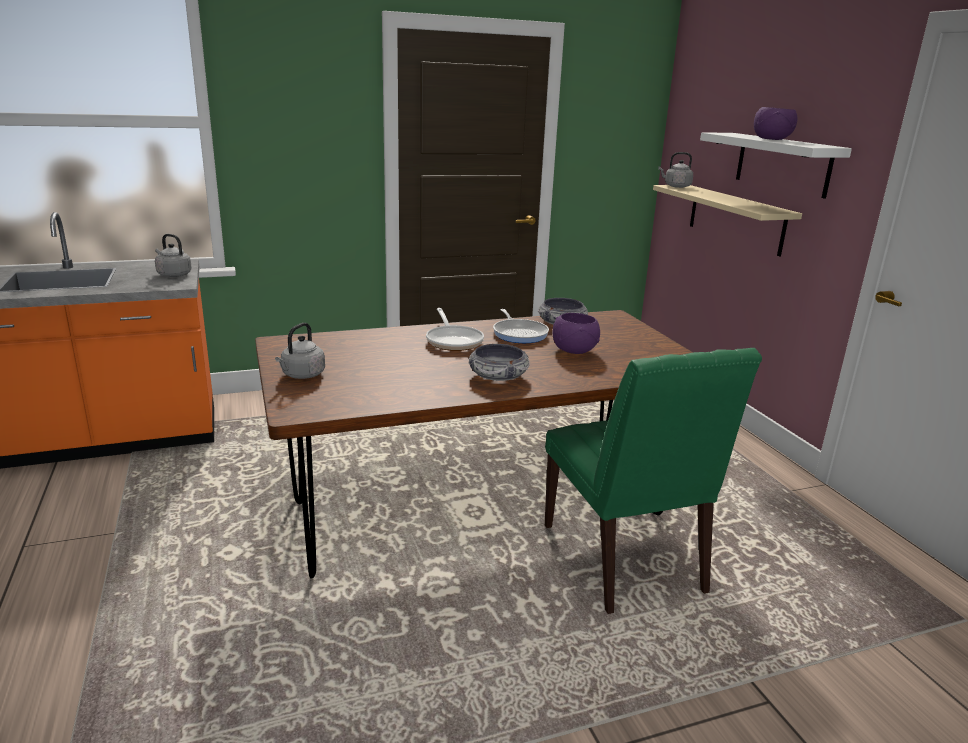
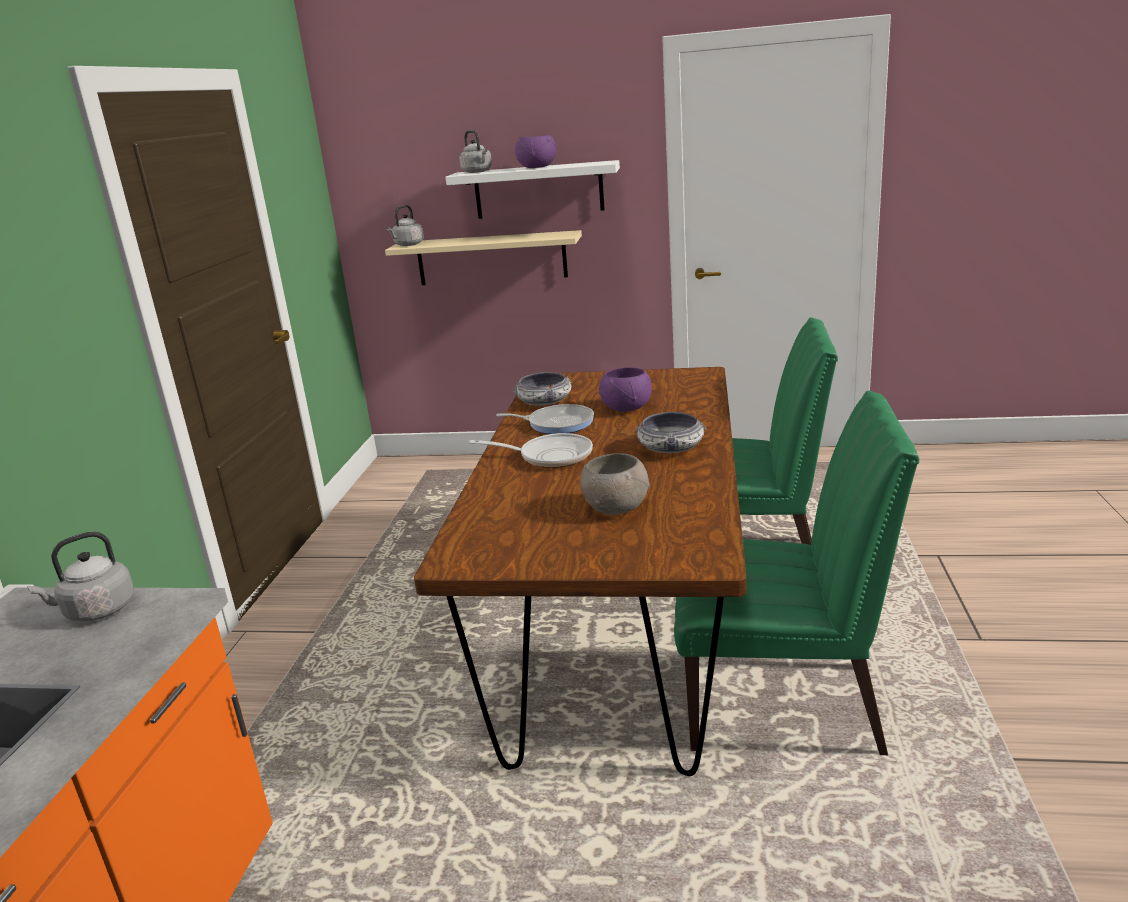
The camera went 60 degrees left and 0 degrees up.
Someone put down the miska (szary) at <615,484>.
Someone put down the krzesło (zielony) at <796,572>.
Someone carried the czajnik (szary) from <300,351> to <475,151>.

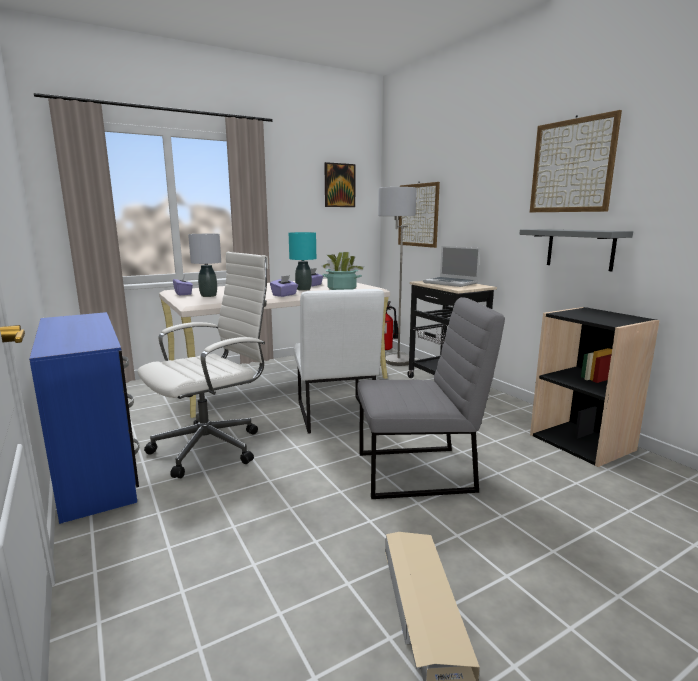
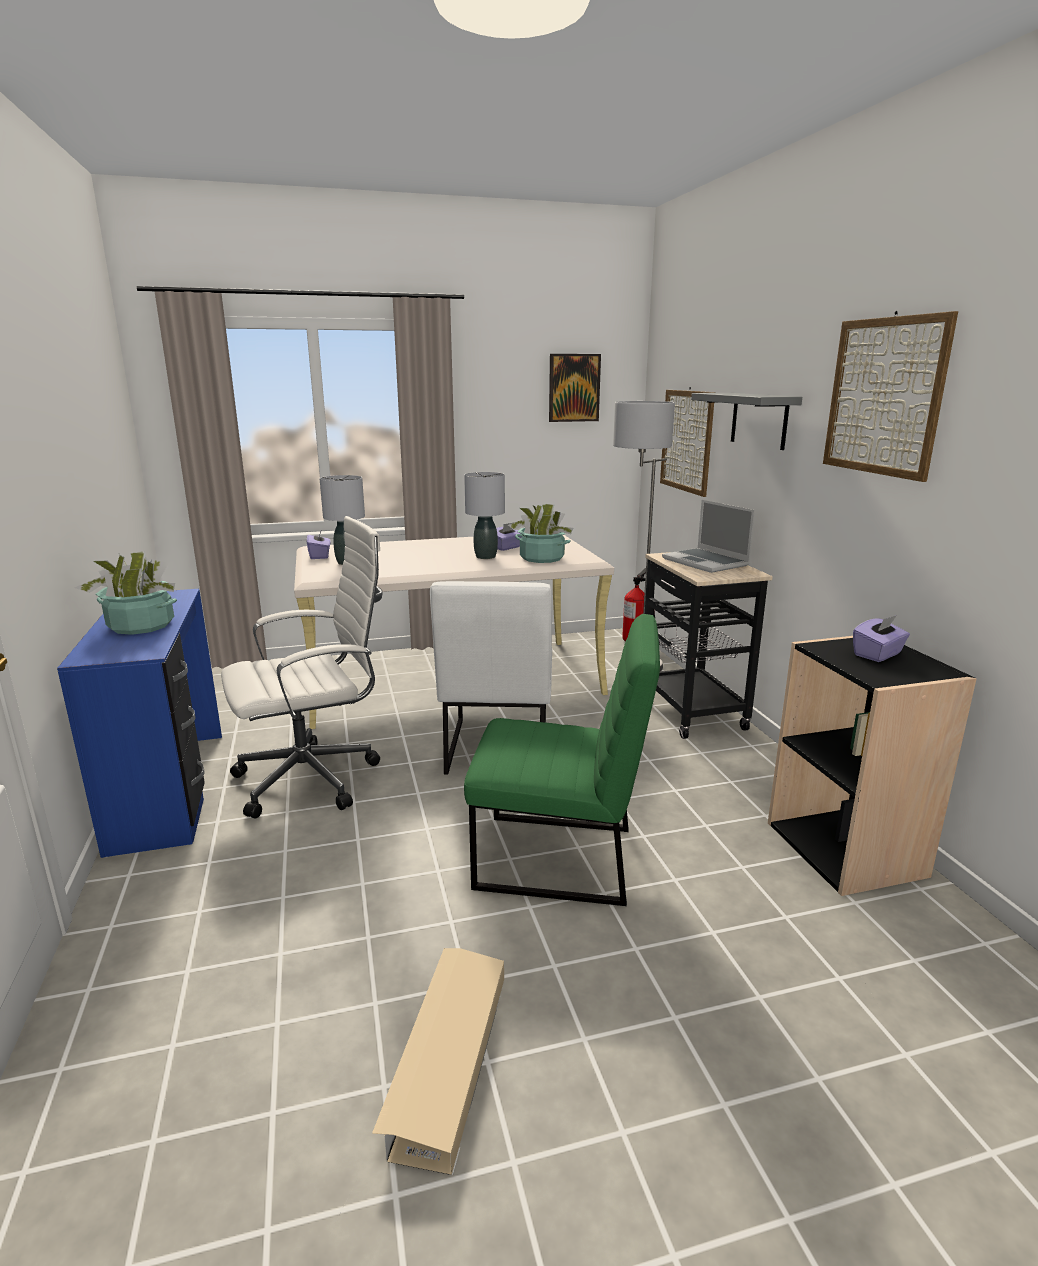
The camera went 15 degrees right and 5 degrees up.
Someone put down the roślina doniczkowa at <126,593>.
Someone carried the pudełko chusteczek (fioletowy) from <284,286> to <881,638>.
Someone carried the półka (szary) from <576,250> to <746,421>.
Someone repainted the lampa stołowa (turkusowy) at <302,261>, which became the lampa stołowa (szary) at <484,515>.
Someone repainted the krzesło (szary) at <431,398>, which became the krzesło (zielony) at <562,760>.

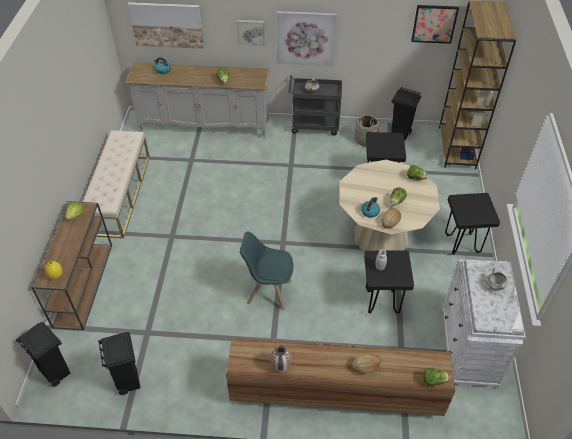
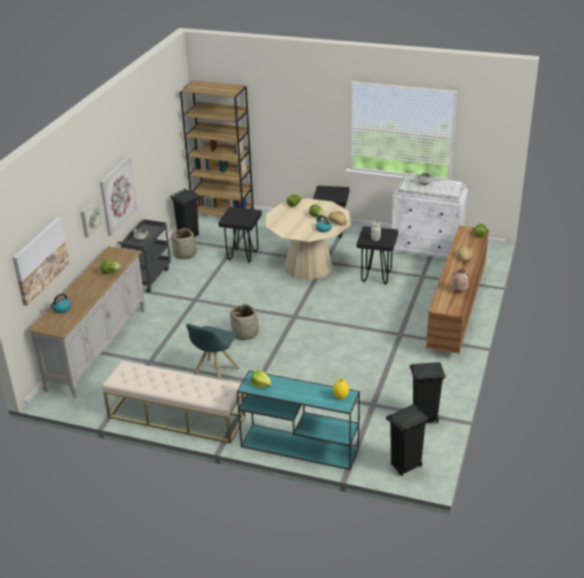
The camera went 75 degrees left and 15 degrees down.
Someone took away the obraz at <435,24>.
Someone put down the koszyk at <246,322>.
Someone carried the krzesło (turkusowy) from <266,271> to <213,351>.
Someone repainted the stolik konsolowy (brązowy) at <71,265>, which became the stolik konsolowy (turkusowy) at <298,420>.

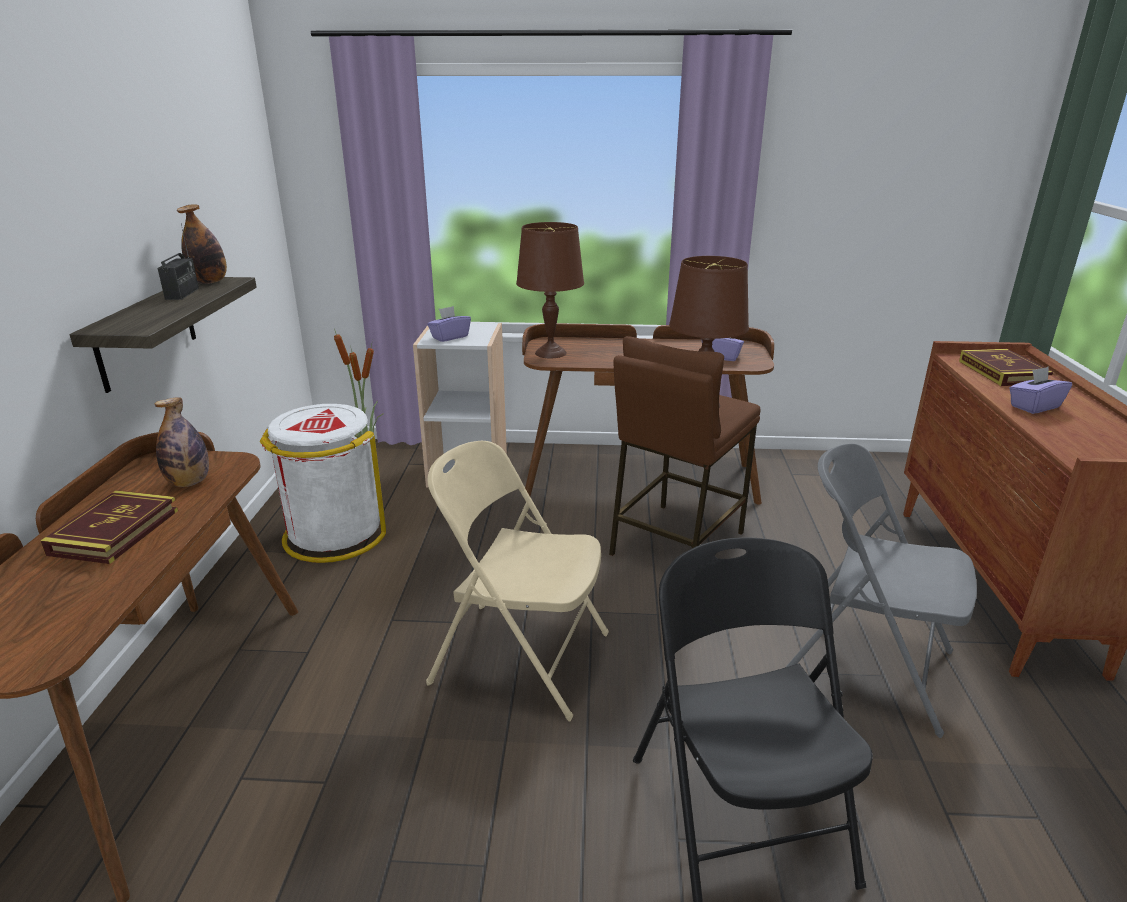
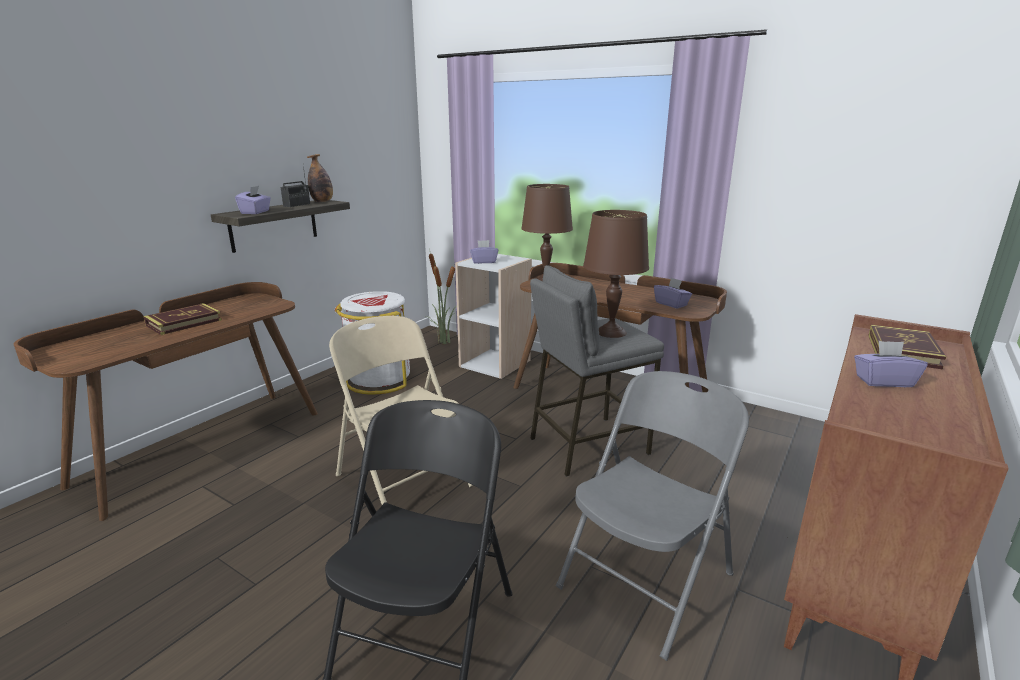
The camera went 30 degrees right and 5 degrees down.
Someone took away the butelka at <181,442>.
Someone put down the pudełko chusteczek (fioletowy) at <253,200>.
Someone repainted the stołek (brązowy) at <685,446>, which became the stołek (szary) at <597,371>.
Someone rotated the krzesło (szary) at <881,591> by 75 degrees clockwise.

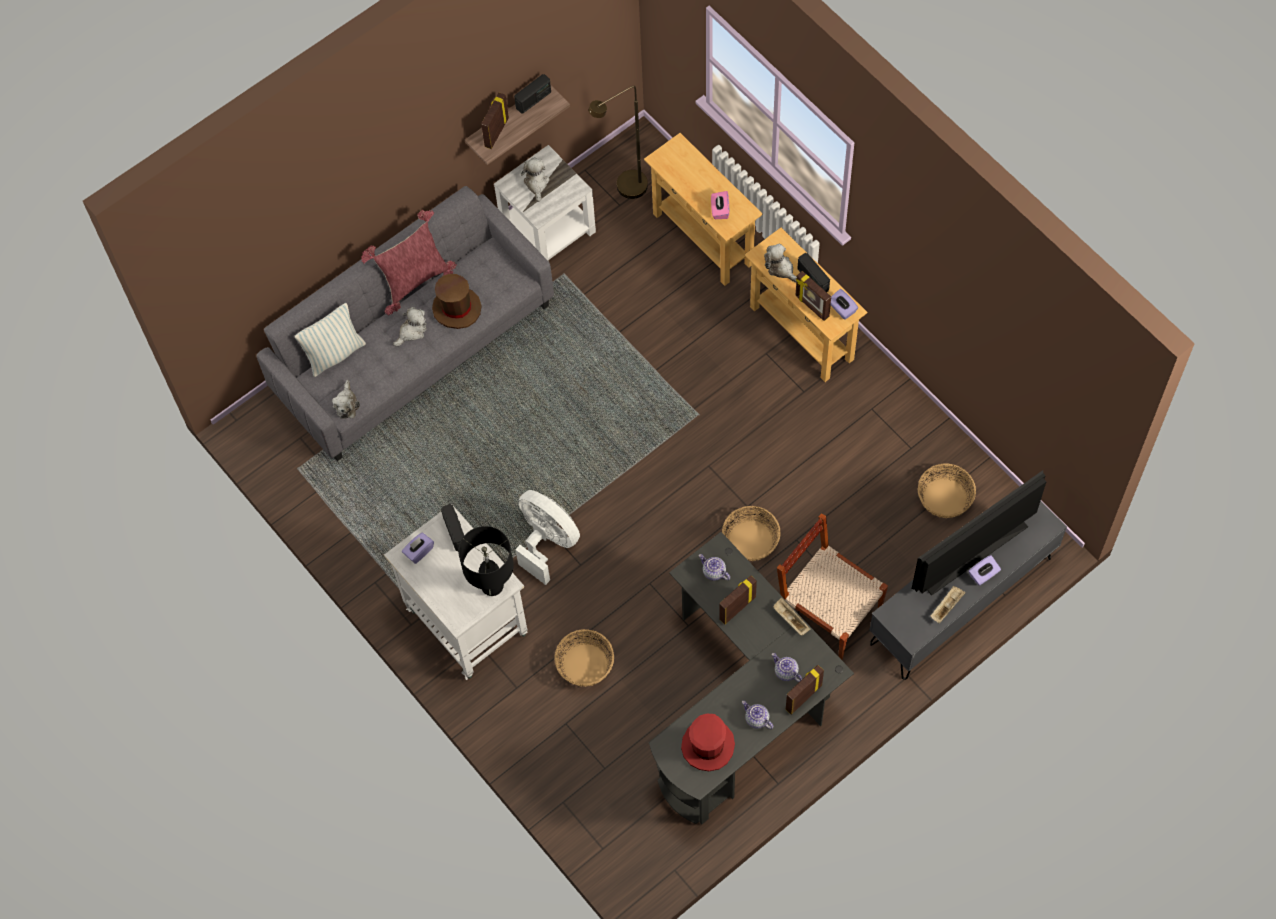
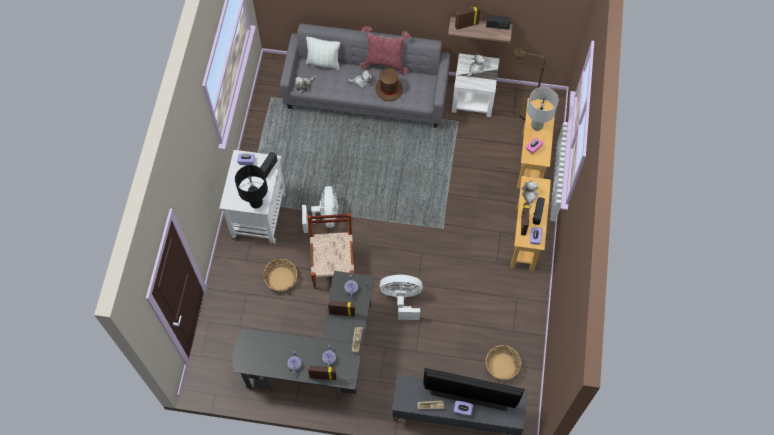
The camera went 45 degrees right and 0 degrees up.
Someone took away the kapelusz (czerwony) at <708,742>.
Someone put down the lampa stołowa (szary) at <542,109>.
Someone carried the krzesło from <832,586> to <330,251>.
Someone swapped the koszyk at <751,533> for the wentylator (biały) at <401,297>.

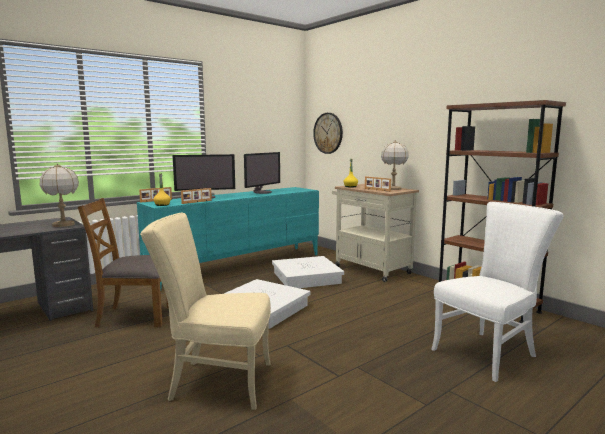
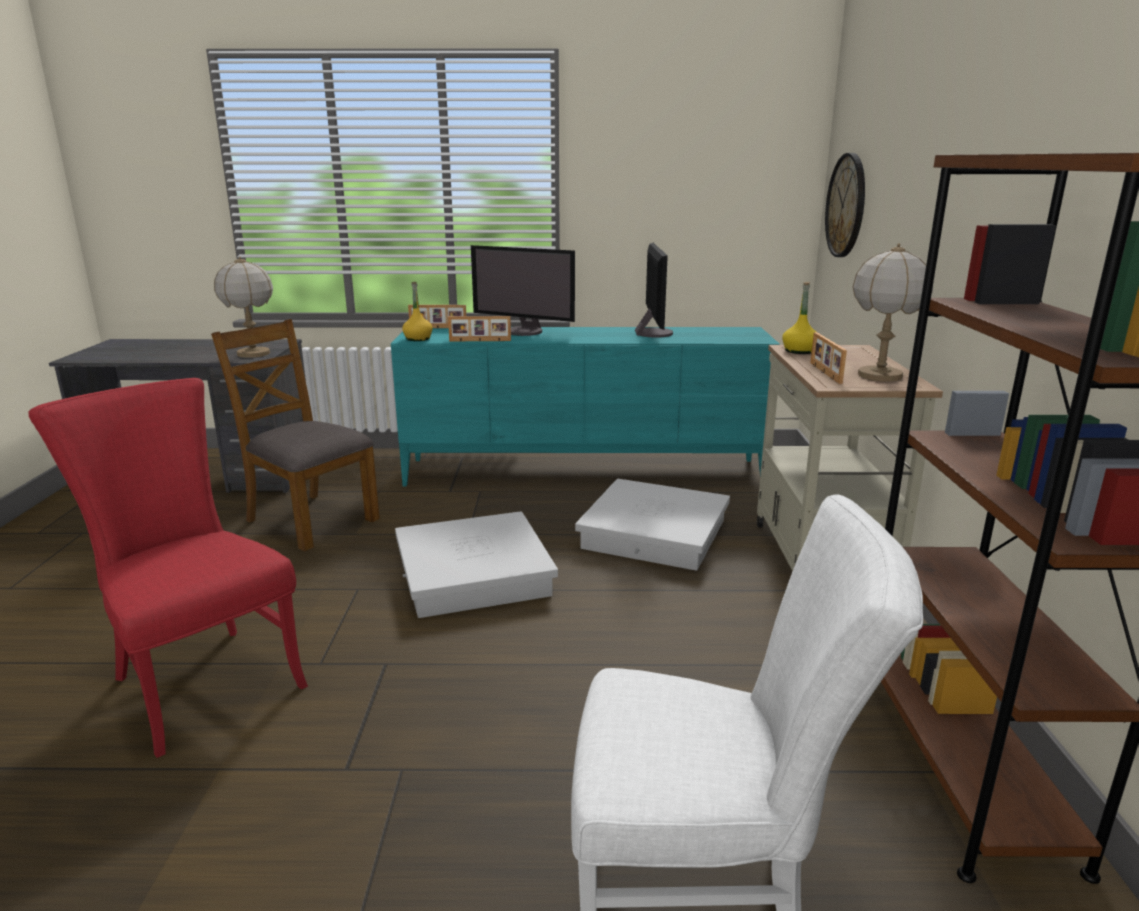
The camera went 40 degrees right and 10 degrees up.
Someone repainted the krzesło (beżowy) at <205,311>, which became the krzesło (czerwony) at <168,568>.
Someone rotated the monitor at <262,173> by 75 degrees counterclockwise.

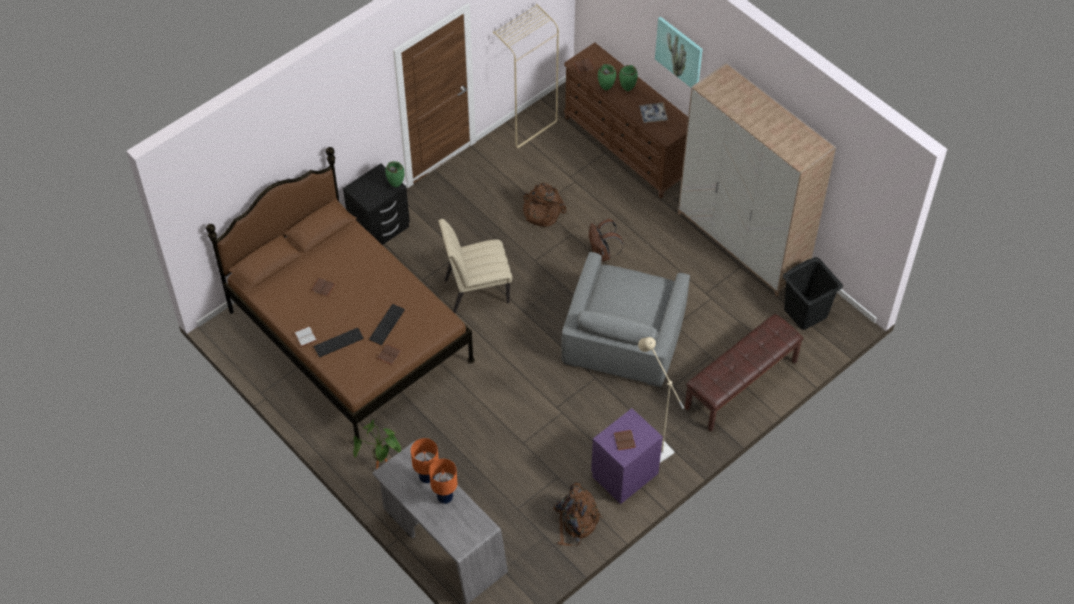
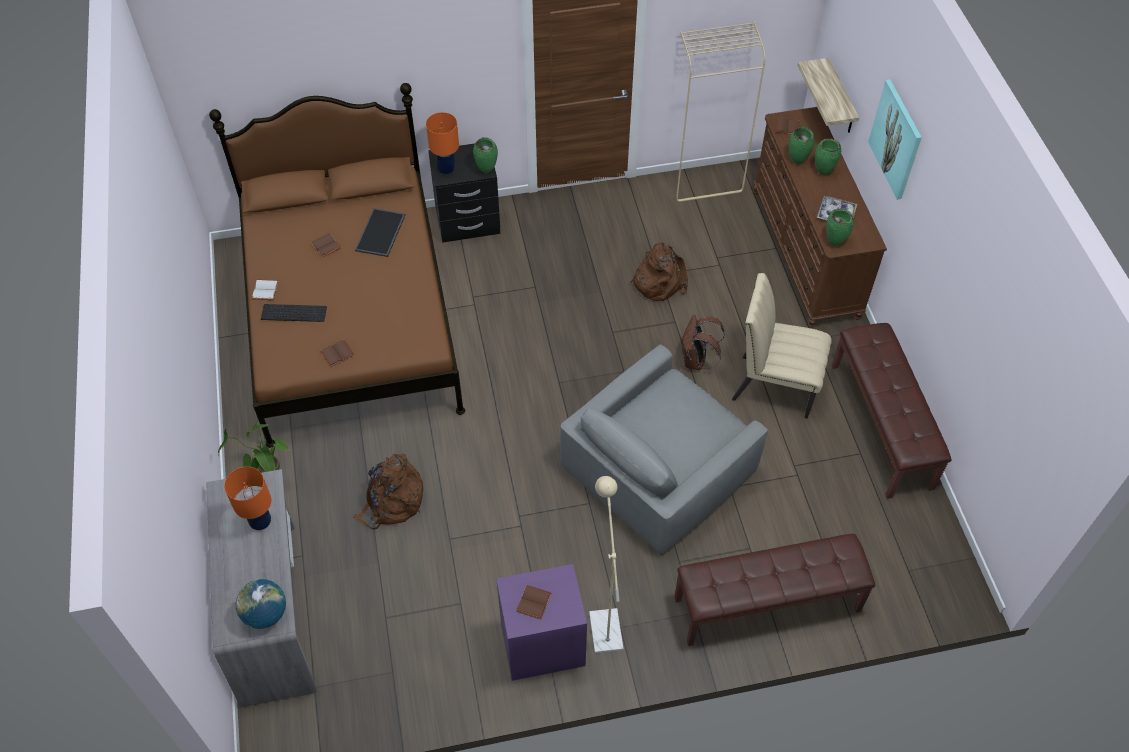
The camera went 30 degrees right and 0 degrees up.
Someone took away the klawiatura at <387,324>.
Someone took away the kosz na pranie (czarny) at <813,293>.
Someone put down the globus at <261,604>.
Someone put down the taca at <380,232>.
Someone put up the półka at <828,95>.
Someone put down the wazon (zielony) at <840,227>.
Someone carried the lampa stołowa (pomarańczowy) from <443,481> to <442,143>.
Someone carried the krzesło (beżowy) from <475,266> to <782,346>.
Someone carried the plecak (brązowy) from <578,514> to <388,492>.
Someone swapped the szafa (biały) at <757,179> for the ławka (brązowy) at <891,411>.

